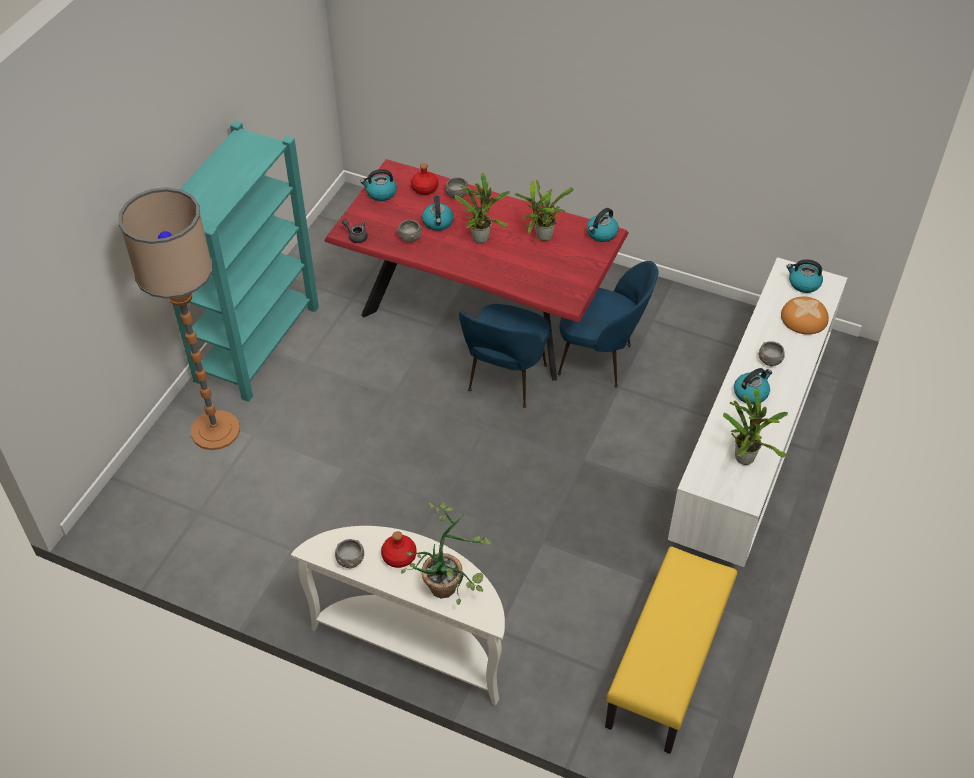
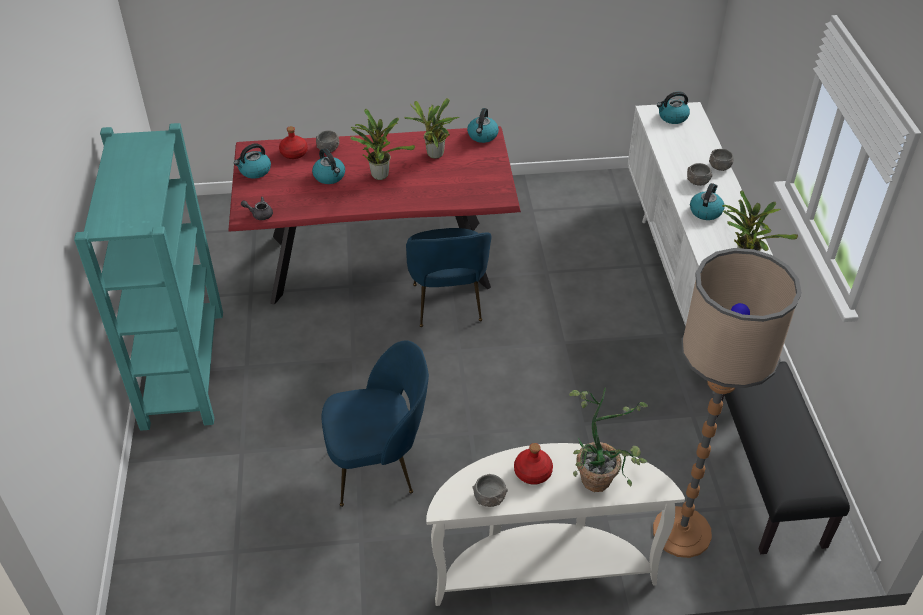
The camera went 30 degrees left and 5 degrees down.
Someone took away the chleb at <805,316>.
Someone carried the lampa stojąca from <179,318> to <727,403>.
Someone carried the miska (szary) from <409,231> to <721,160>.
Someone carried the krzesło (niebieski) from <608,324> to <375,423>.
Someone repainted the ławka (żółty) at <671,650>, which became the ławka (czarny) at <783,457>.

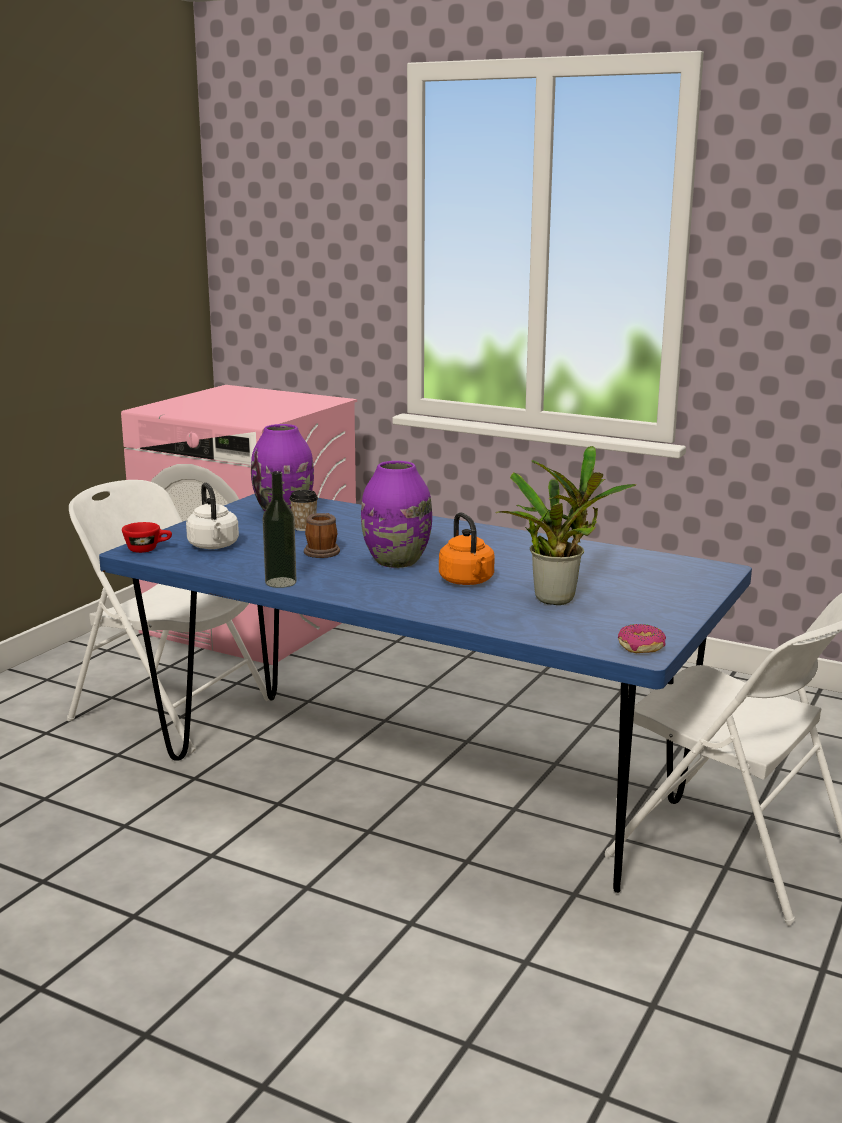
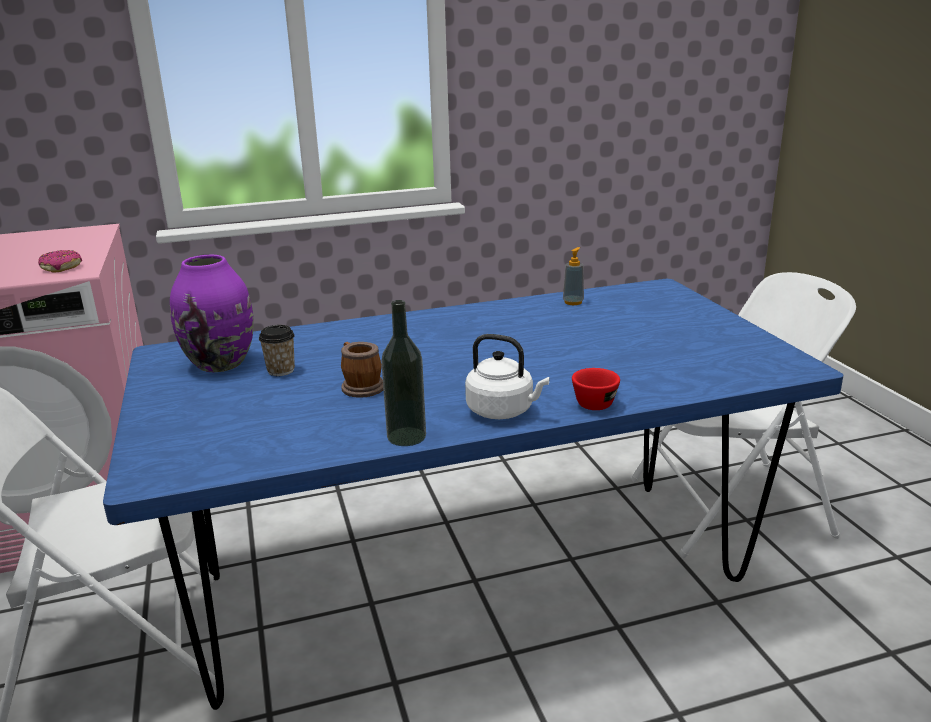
The camera went 45 degrees left and 5 degrees up.
Someone took away the wazon (fioletowy) at <396,514>.
Someone took away the czajnik (pomarańczowy) at <467,548>.
Someone took away the roślina doniczkowa at <566,525>.
Someone put down the dozownik mydła at <573,276>.
Someone carried the filiżanka (czerwony) from <147,537> to <596,389>.
Someone carried the czajnik (biały) from <212,516> to <507,376>.
Someone carried the donut from <642,638> to <60,261>.

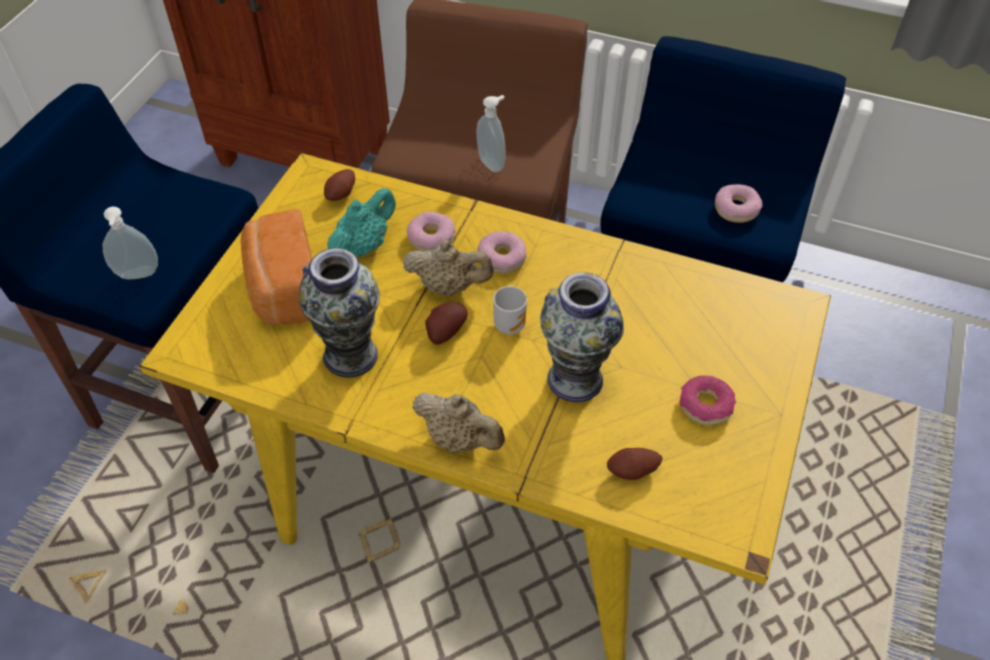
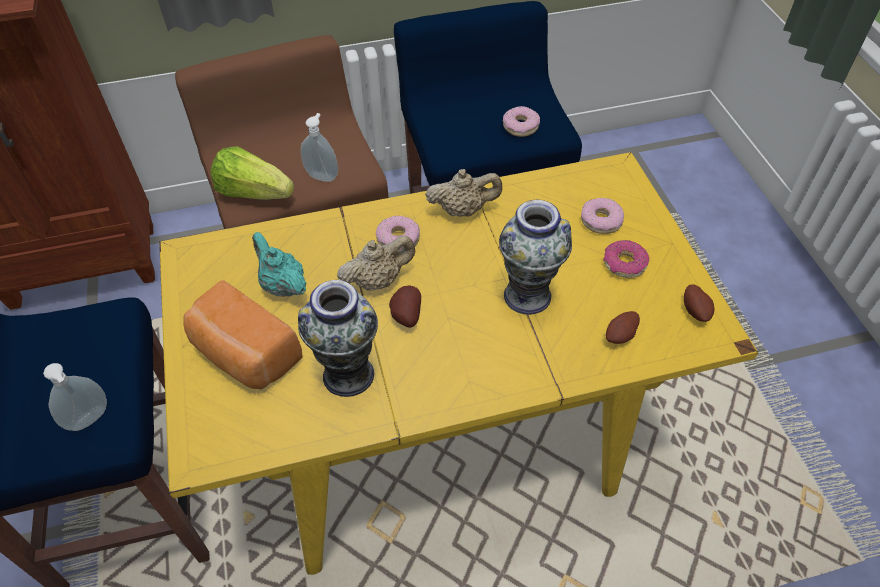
The camera went 35 degrees left and 0 degrees up.
Someone took away the kubek at <510,310>.
Someone put down the sałata at <252,173>.
Someone carried the ziemniak from <339,185> to <699,303>.
Someone carried the donut from <431,231> to <602,216>.
Someone carried the imbryk (beżowy) from <458,423> to <463,193>.
Someone rotated the imbryk (turkusowy) at <361,222> by 45 degrees counterclockwise.

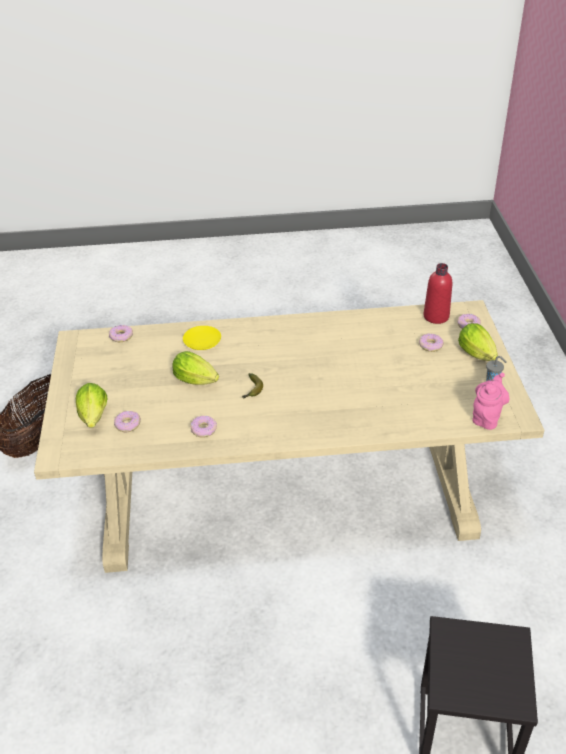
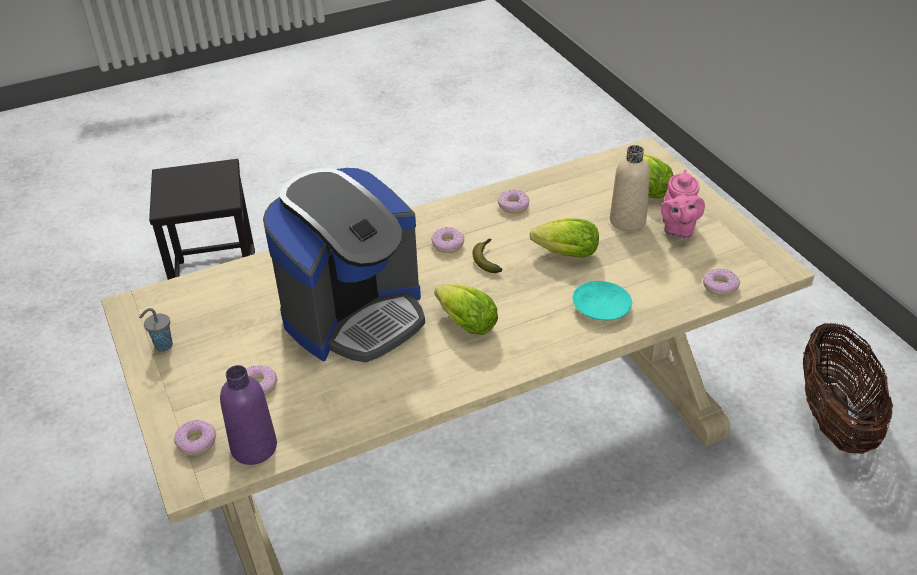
The camera went 160 degrees right and 0 degrees up.
Someone put down the ekspres do kawy at <344,265>.
Someone put down the butelka (beżowy) at <630,188>.
Someone carried the donut from <127,421> to <447,240>.
Someone carried the sałata from <478,342> to <466,309>.
Someone carried the imbryk (różowy) from <490,401> to <682,204>.
Someone repainted the talerz (żółty) at <202,338>, which became the talerz (turkusowy) at <602,300>.
Someone repainted the butelka (czerwony) at <437,293>, which became the butelka (fioletowy) at <248,415>.

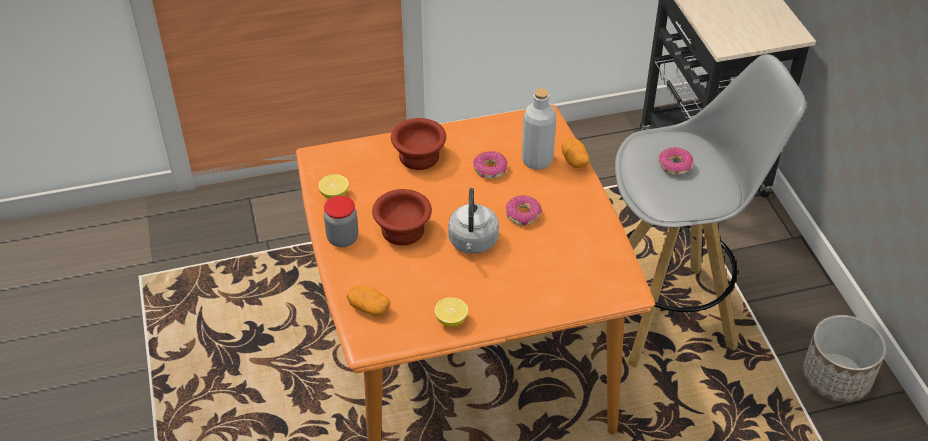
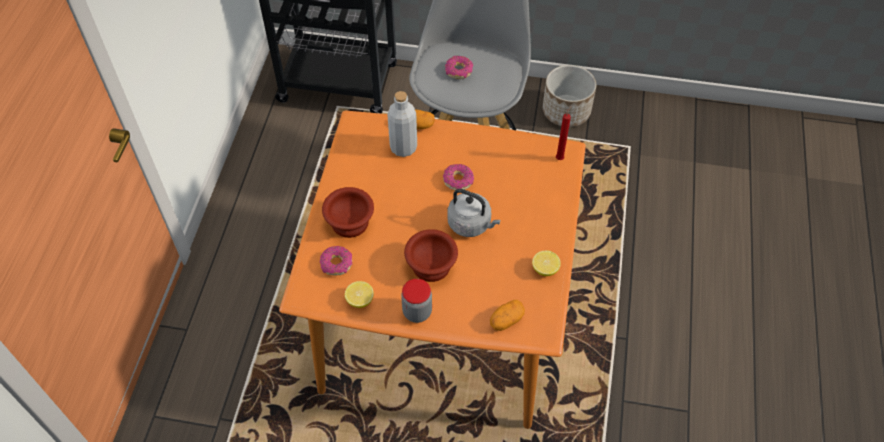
The camera went 65 degrees left and 10 degrees up.
Someone put down the świeca (czerwony) at <563,133>.
Someone carried the donut from <490,165> to <336,261>.

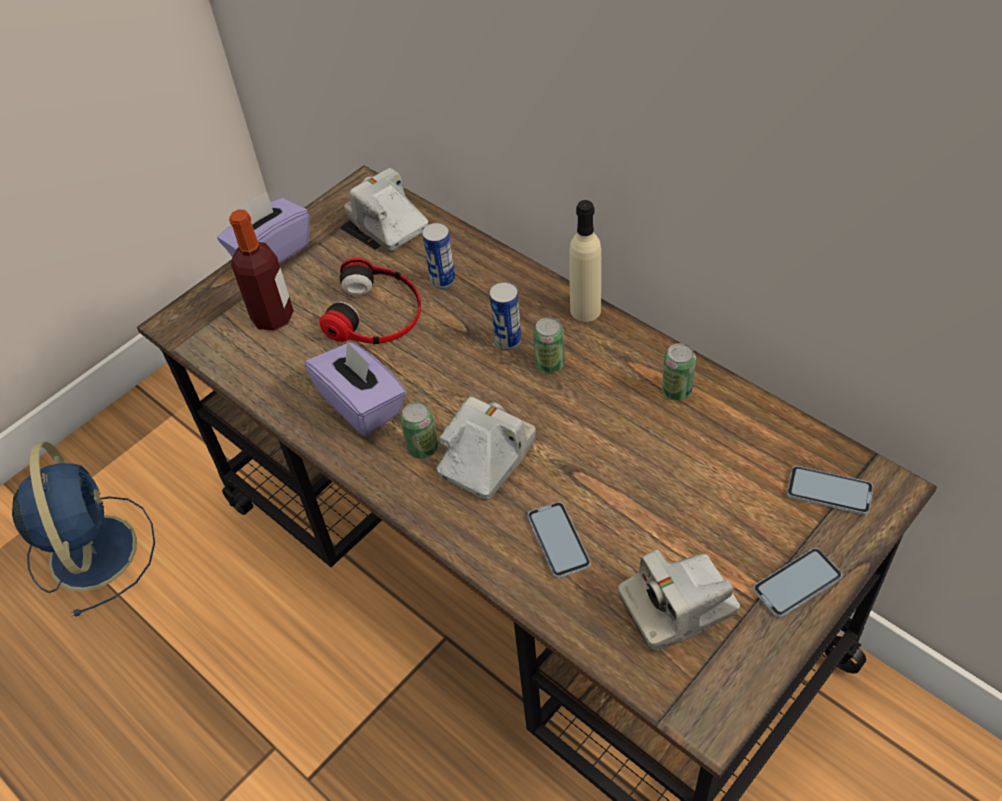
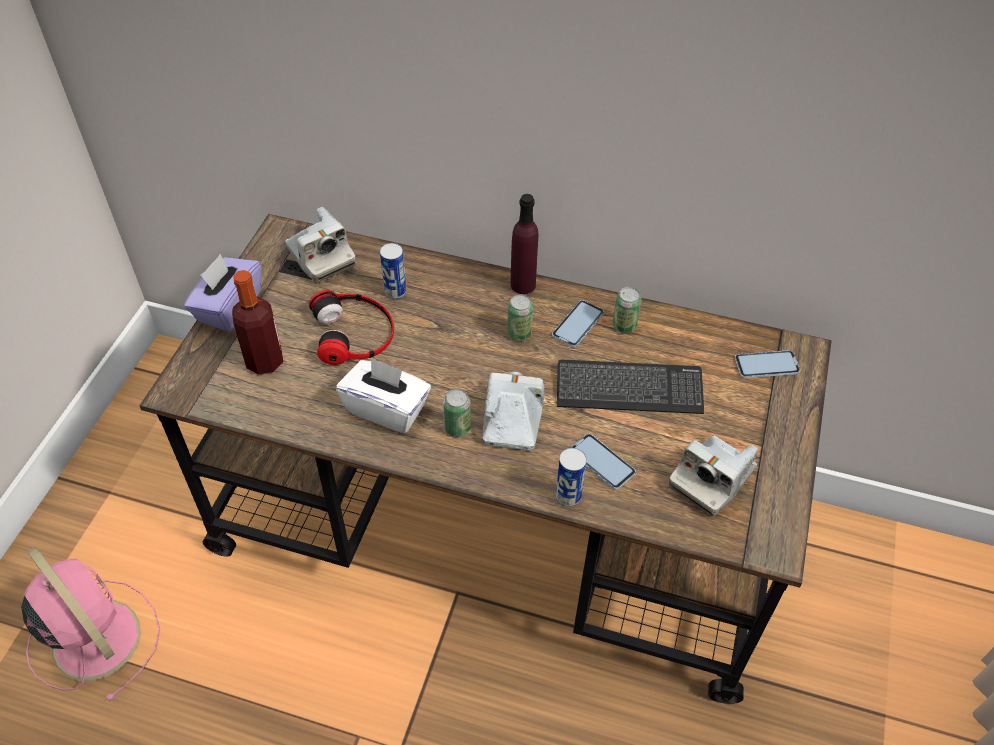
The camera went 30 degrees left and 0 degrees up.
Someone put down the klawiatura at <630,387>.
Someone carried the puszka from <505,316> to <571,477>.
Someone carried the telefon from <797,582> to <578,323>.
Someone repainted the wentylator (niebieski) at <83,529>, which became the wentylator (różowy) at <90,624>.
Someone repainted the pudełko chusteczek (fioletowy) at <355,388>, which became the pudełko chusteczek (biały) at <383,395>.
Someone repainted the butelka (beżowy) at <585,261>, which became the butelka (fioletowy) at <524,244>.
Someone rotated the aparat fotograficzny at <386,209> by 150 degrees counterclockwise.

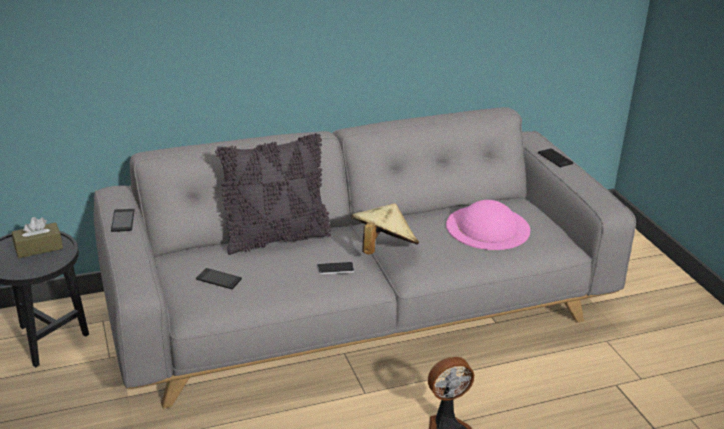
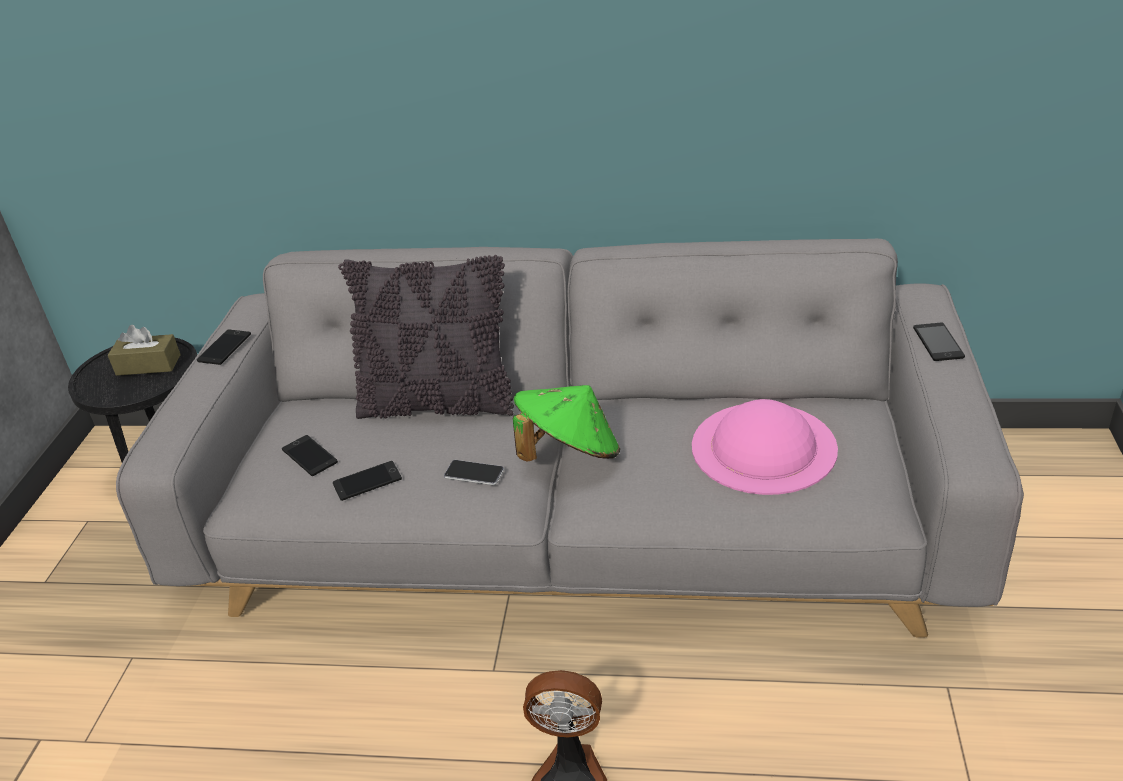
The camera went 30 degrees right and 5 degrees up.
Someone put down the telefon at <367,481>.
Someone repainted the kapelusz (beżowy) at <385,229>, which became the kapelusz (zielony) at <566,423>.

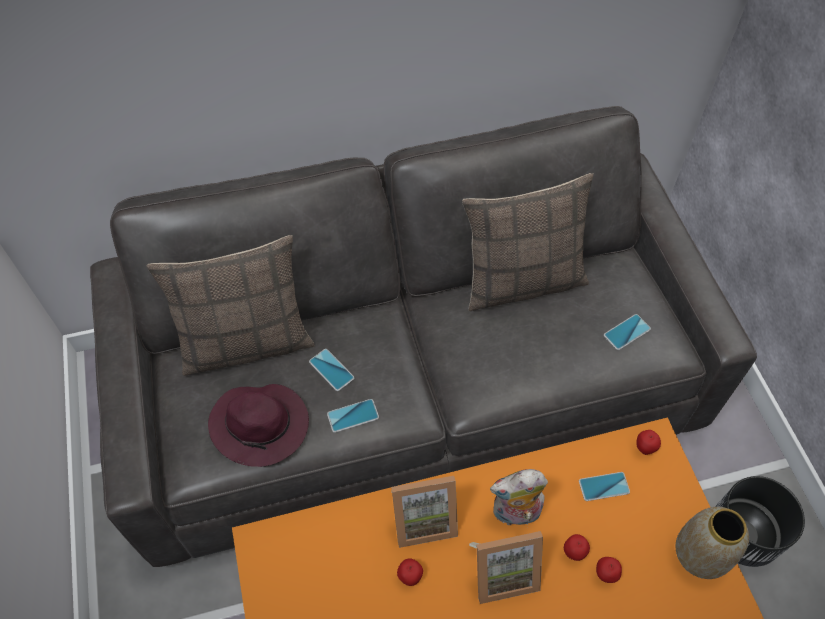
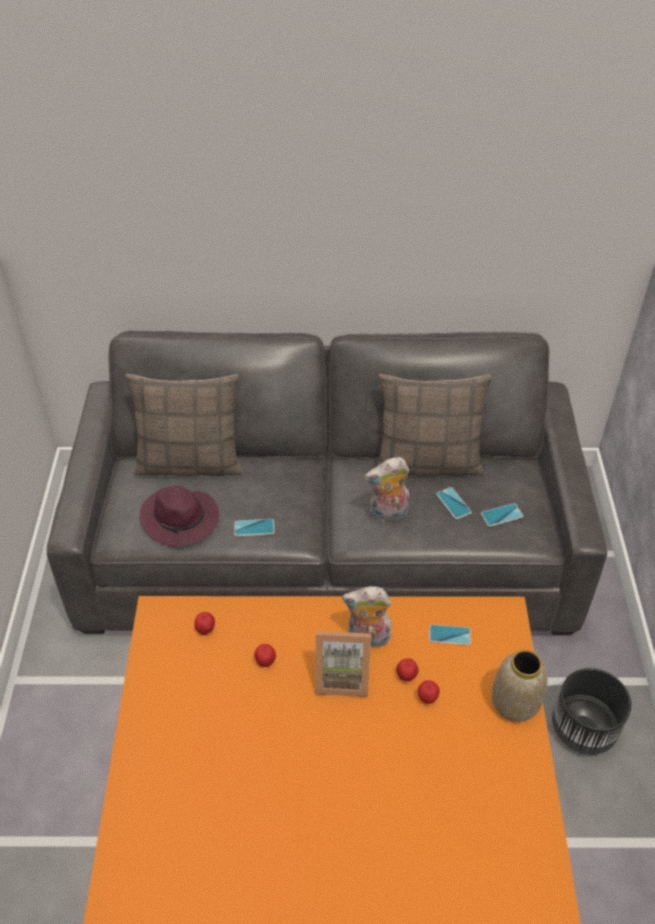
The camera went 15 degrees right and 10 degrees down.
Someone took away the ramka na zdjęcie at <424,512>.
Someone put down the pluszak at <386,490>.
Someone carried the telefon from <331,370> to <454,503>.
Someone carried the jabłko from <648,442> to <204,623>.

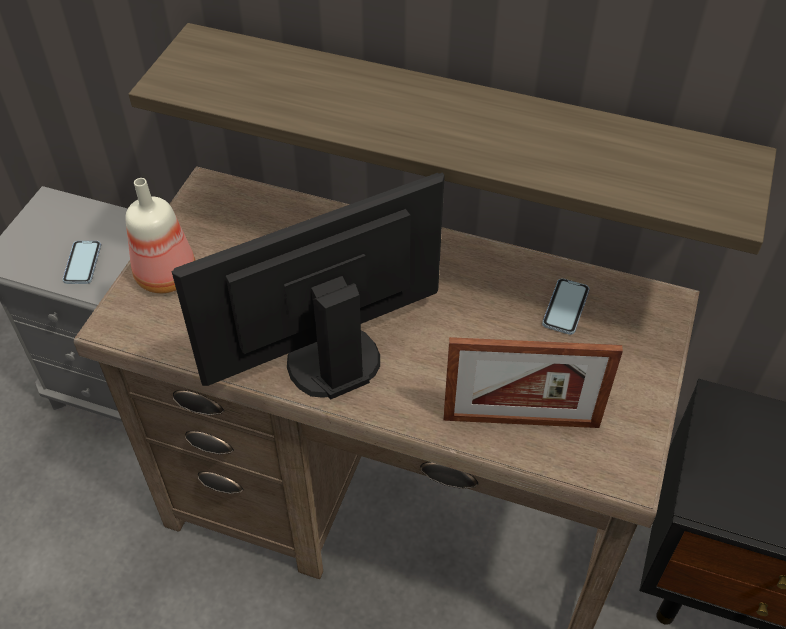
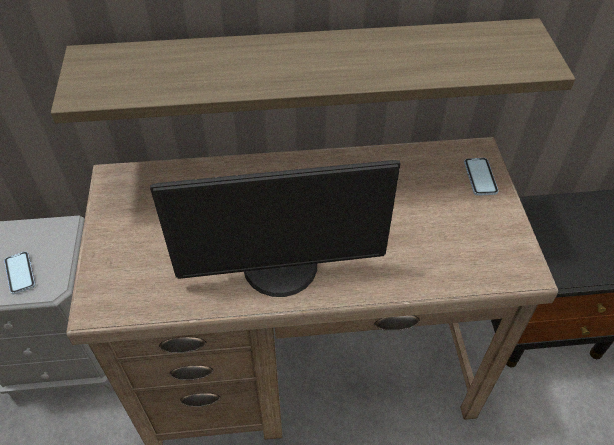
The camera went 25 degrees left and 0 degrees up.
Someone took away the butelka at <160,235>.
Someone took away the ramka na zdjęcie at <533,382>.
Someone carried the telefon from <565,306> to <481,177>.
Someone rotated the monitor at <308,286> by 135 degrees counterclockwise.

